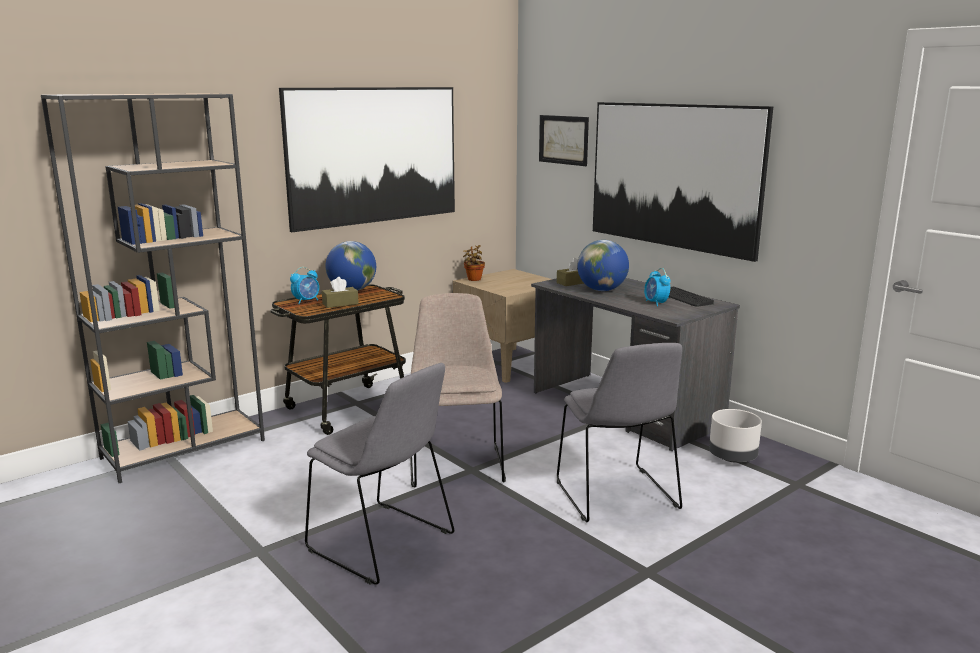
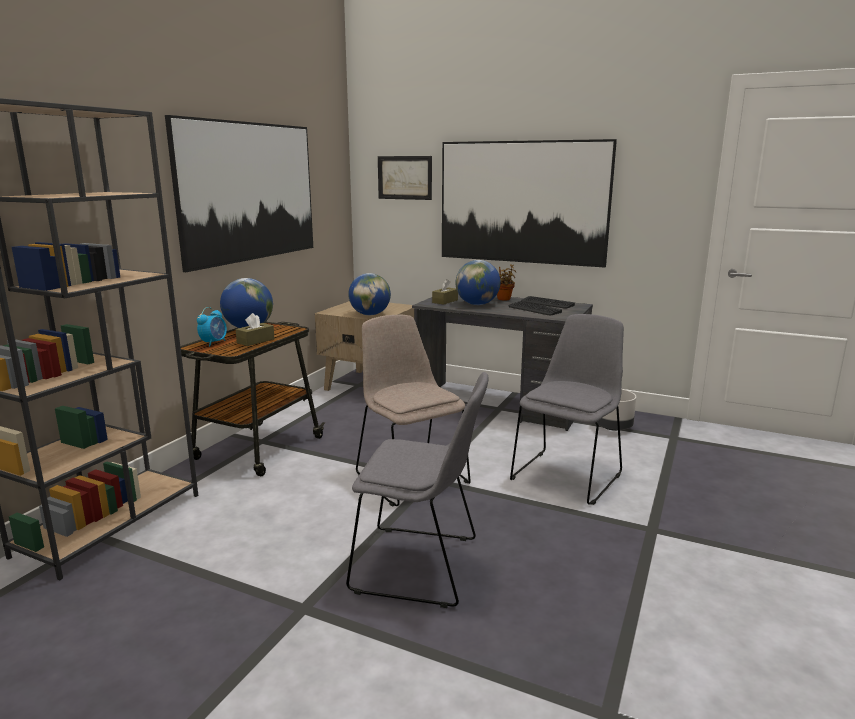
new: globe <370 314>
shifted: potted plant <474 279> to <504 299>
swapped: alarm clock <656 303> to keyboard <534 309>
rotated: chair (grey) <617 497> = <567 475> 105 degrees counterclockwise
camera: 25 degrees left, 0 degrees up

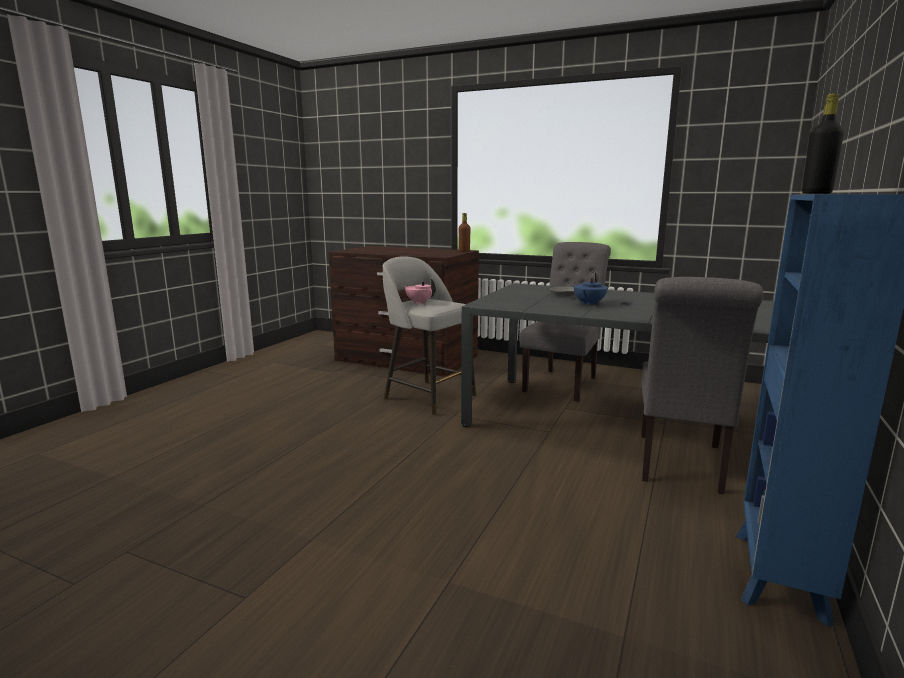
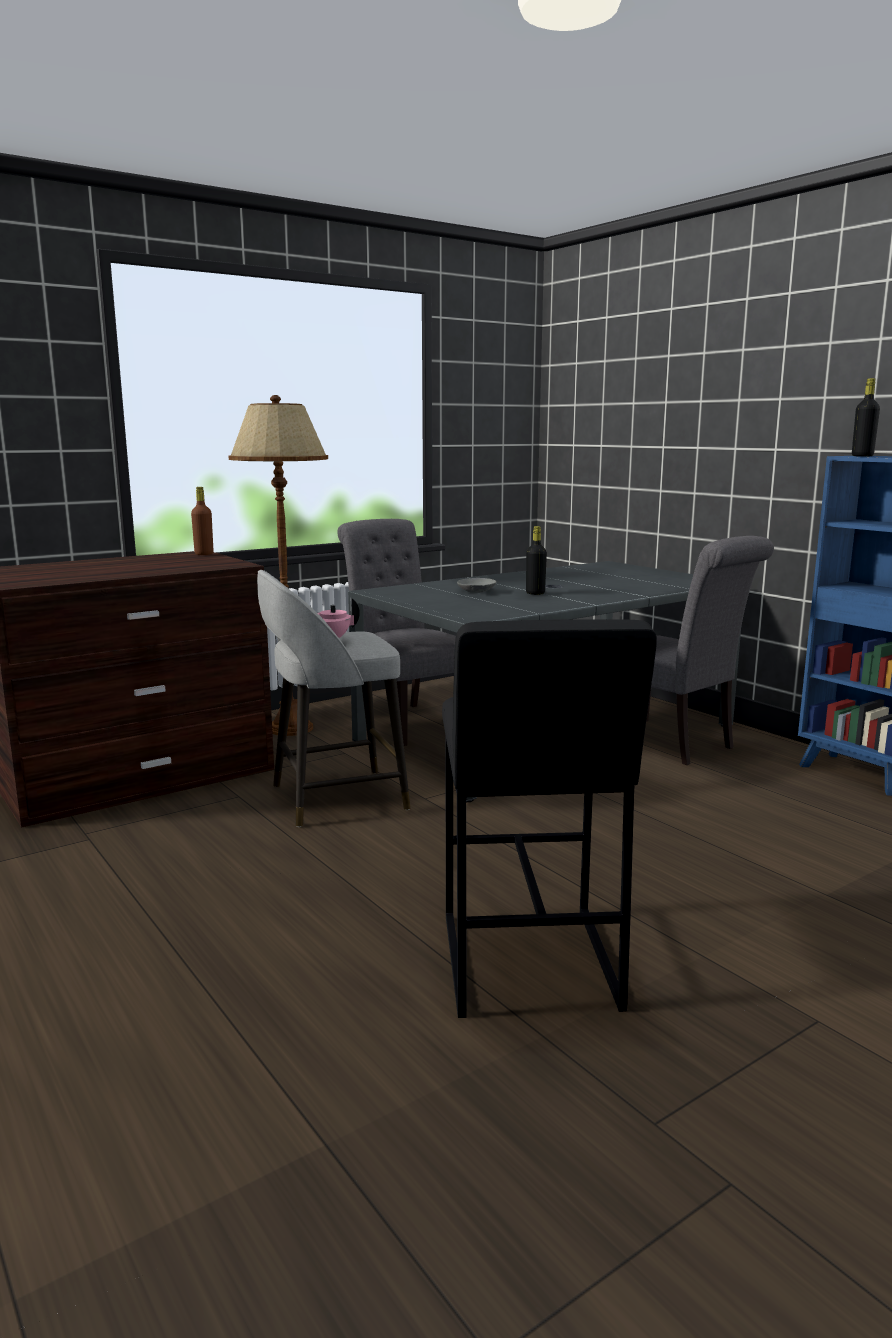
new: floor lamp (brown) <291 728>; stool (black) <529 963>
swapped: teapot (blue) <588 304> to bottle (black) <535 593>
camera: 60 degrees left, 0 degrees up

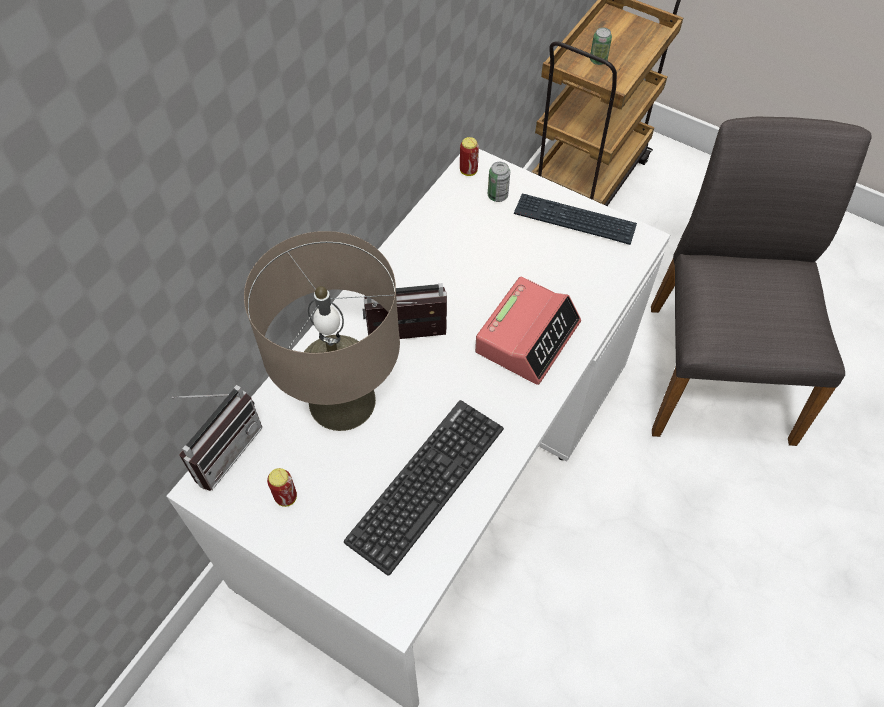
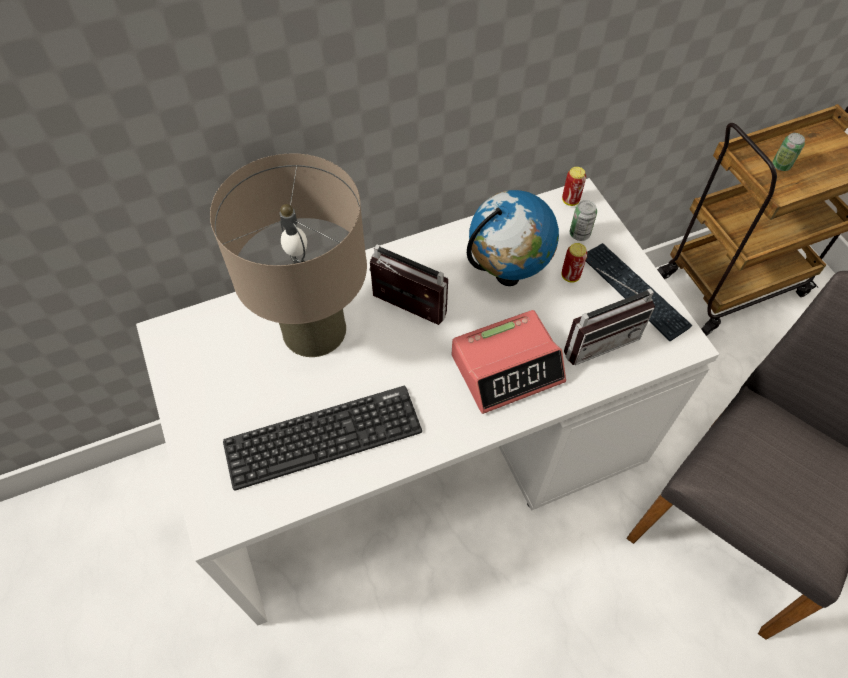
new: globe <507 275>
shifted: radio <222 448> to <597 338>; can <286 497> to <570 276>
camera: 35 degrees right, 0 degrees up

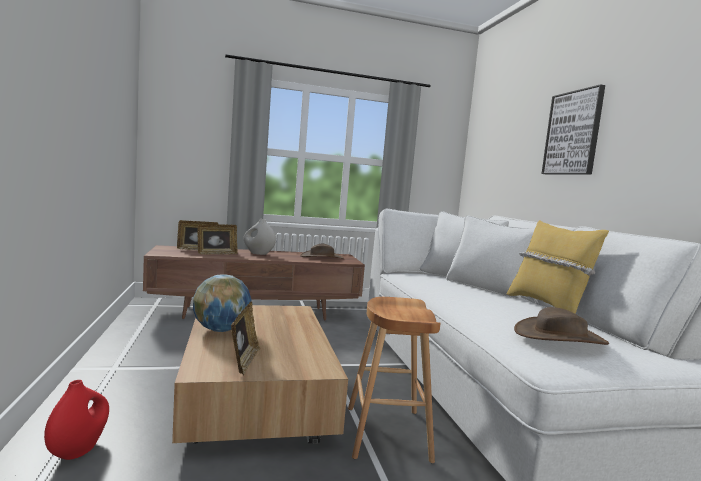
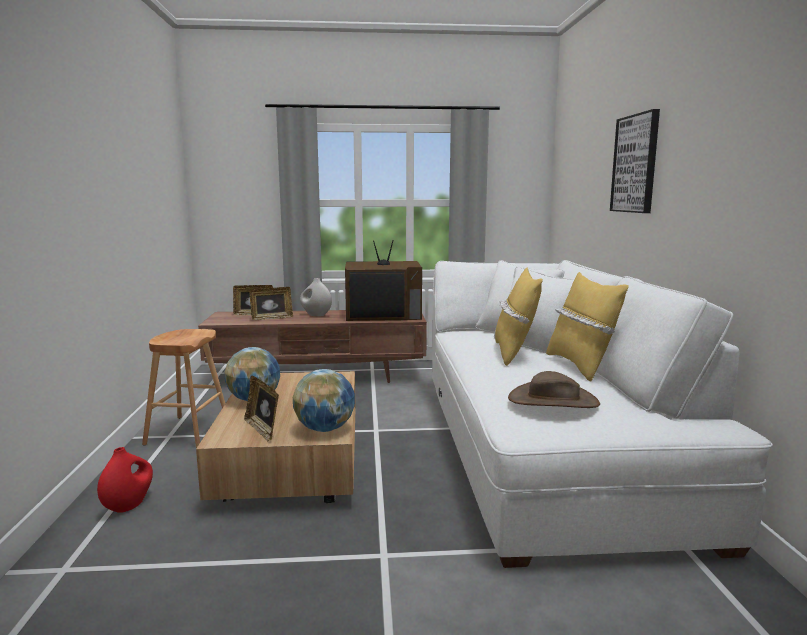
new: globe <325 429>; pillow (yellow) <515 353>
shifted: stool (brown) <387 433> to <188 432>
swapped: hat (brown) <322 257> to television <383 315>
rotated: picture frame <244 362> = <262 430> 135 degrees clockwise
camera: 10 degrees right, 5 degrees up

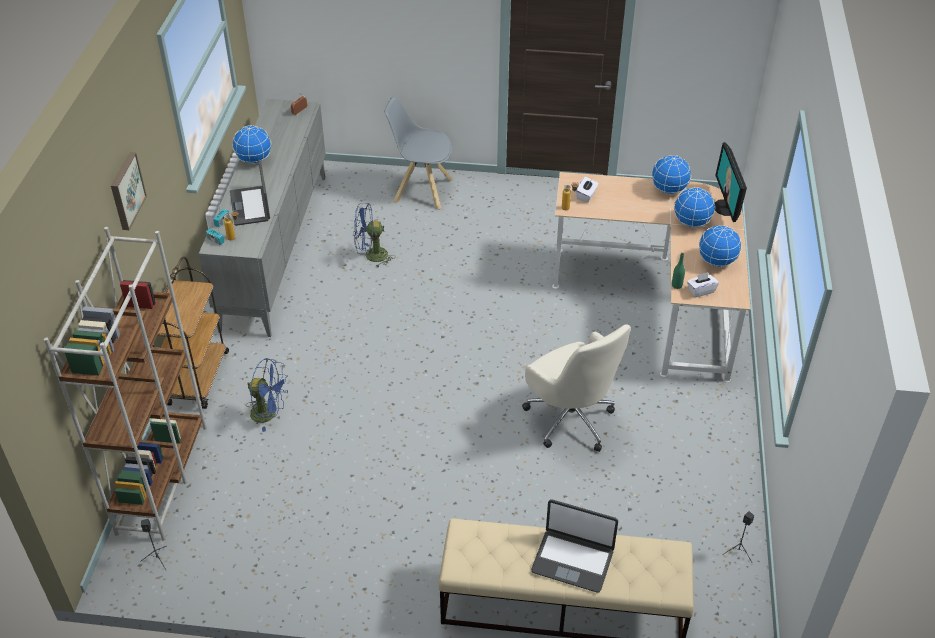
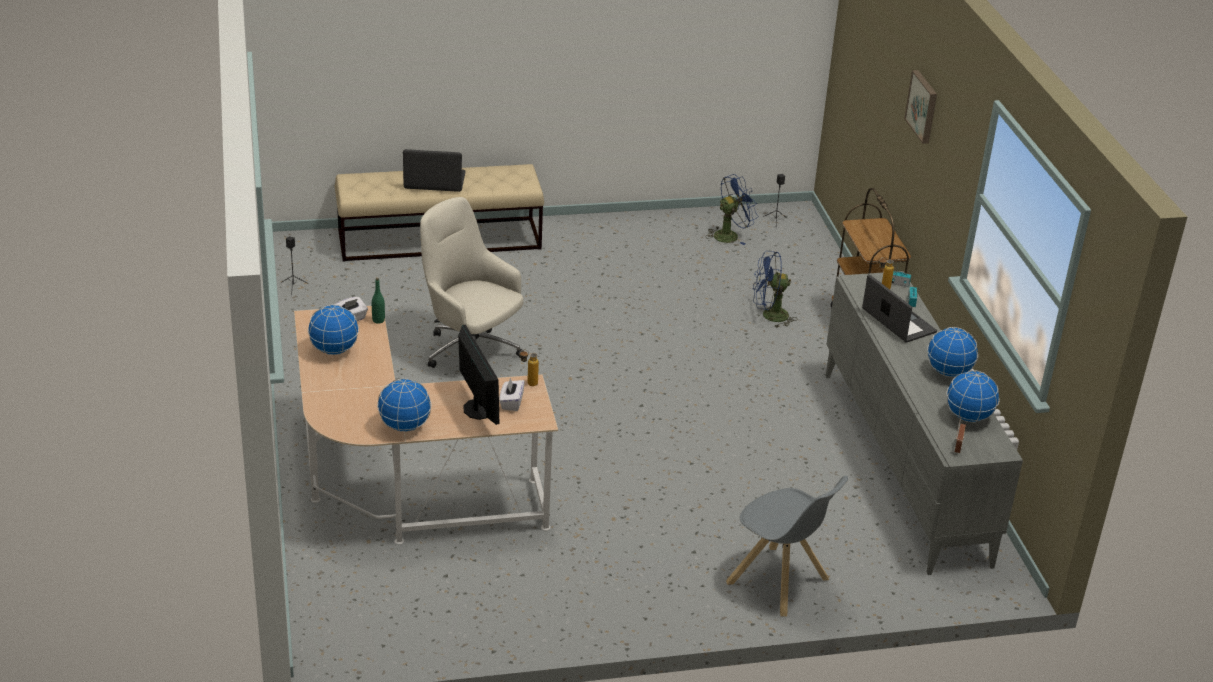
gone: bookcase (brown) <162 478>
shifted: fan (blue) <371 256> to <730 235>; globe <692 223> to <968 417>; monitor <725 207> to <477 409>
rotated: chair (grey) <421 190> = <780 582> 45 degrees clockwise
camera: 160 degrees right, 10 degrees down

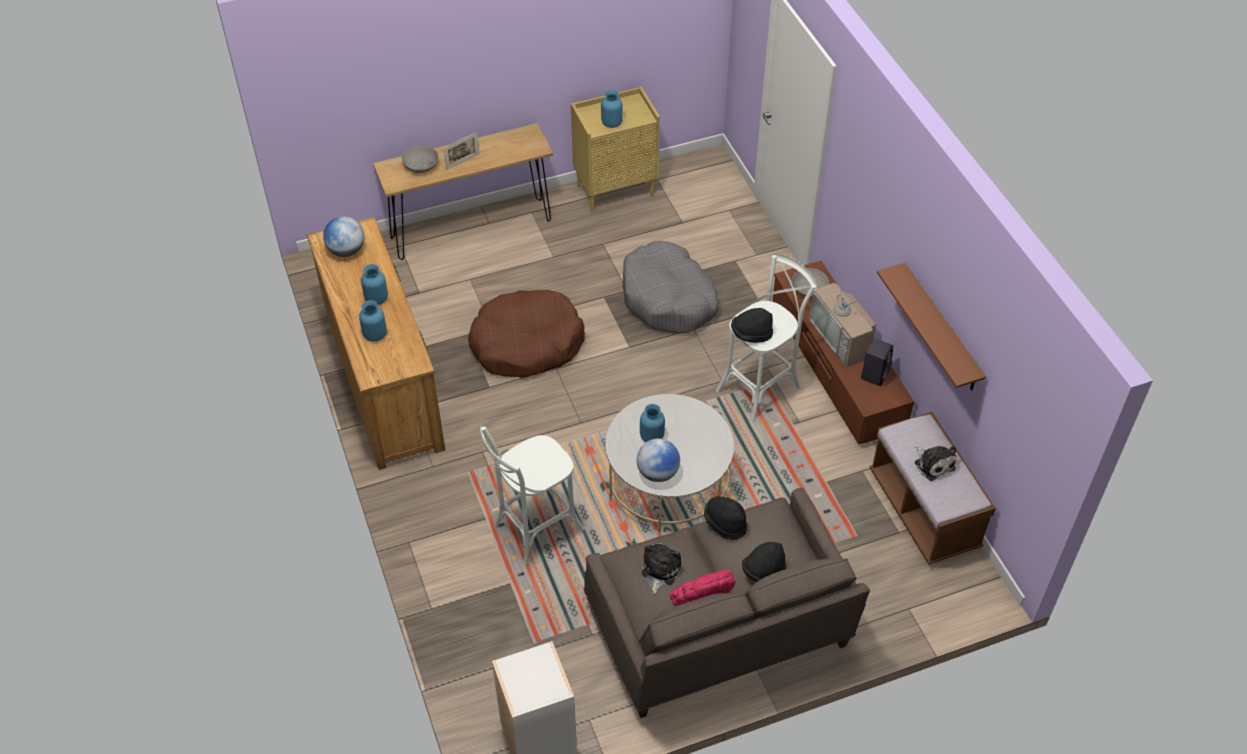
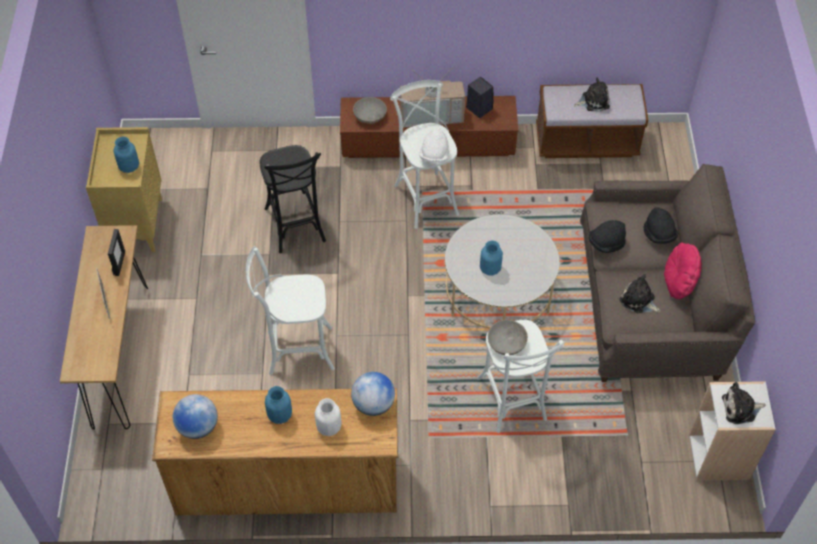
gone: shelf (brown) <941 329>
new: picture frame <119 263>; plush toy <740 409>
shifted: bowl (grey) <421 166> to <506 343>; globe <657 473> to <373 404>
swapped: dog bed (brown) <526 344> to stool (white) <296 350>; dog bed (grey) <668 299> to stool (black) <295 227>
repainted: vase (blue) <375 335> to vase (white) <329 427>; hat (black) <751 334> to hat (white) <434 156>
camera: 70 degrees left, 5 degrees up

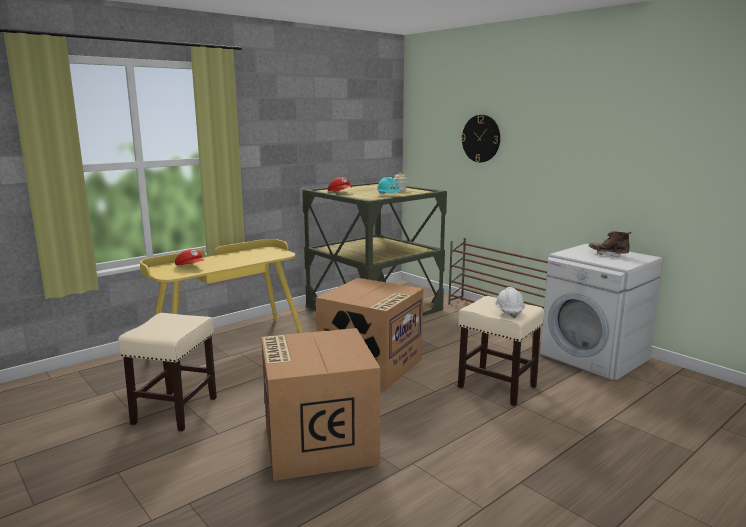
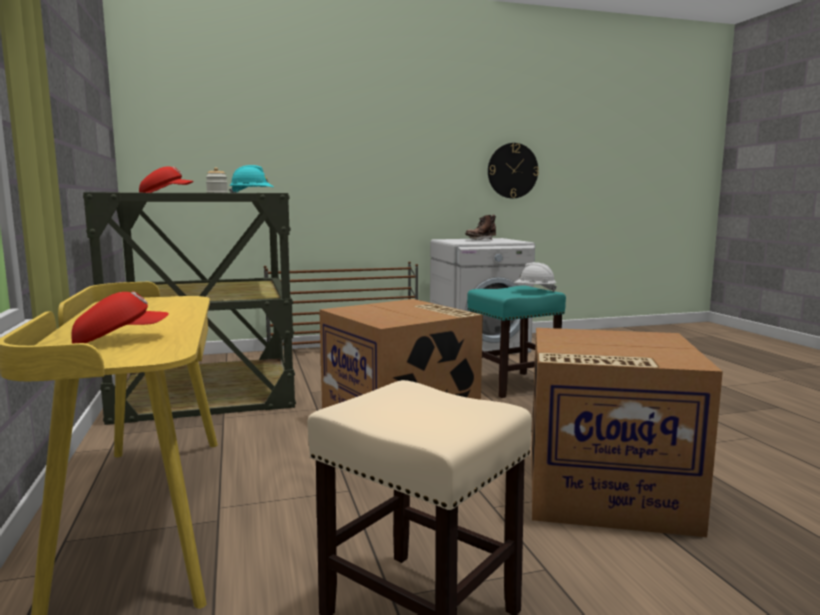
shifted: wall clock <481 138> to <512 170>
repainted: stool (beige) <496 386> to stool (turquoise) <512 385>
camera: 65 degrees left, 5 degrees down

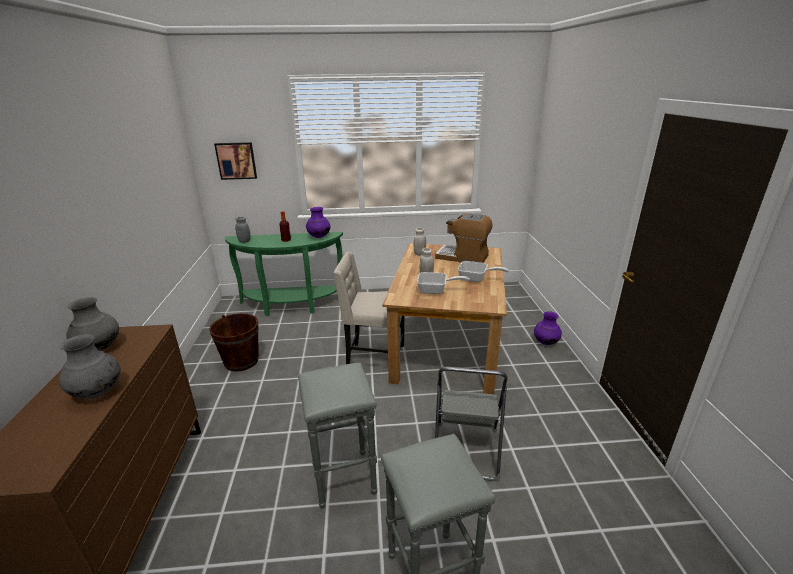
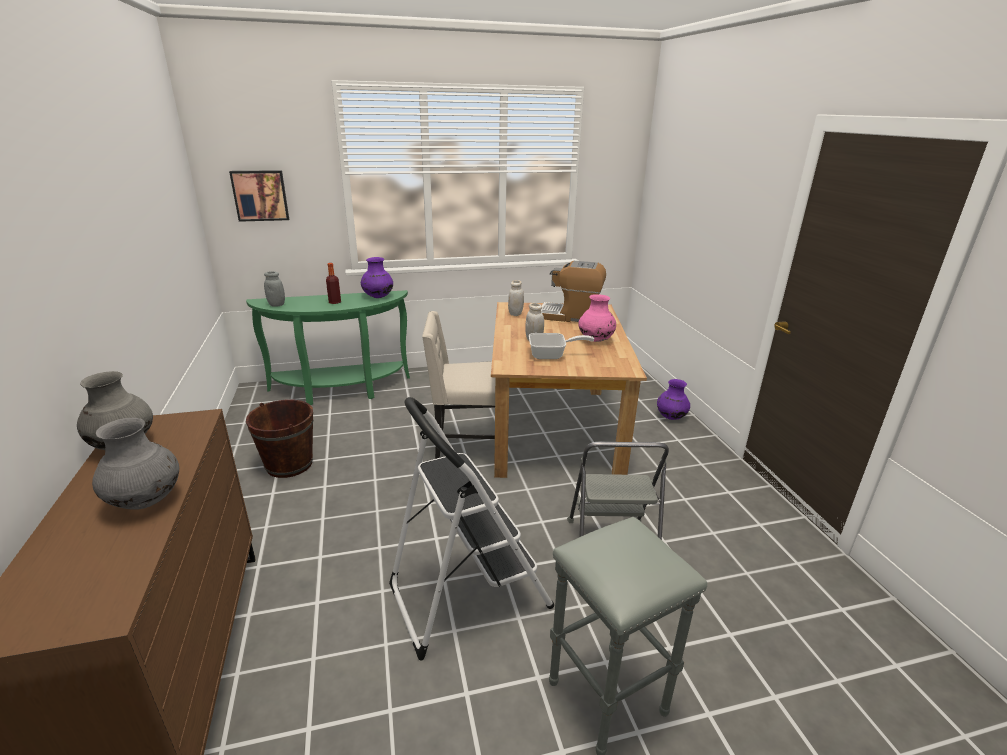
swapped: stool (grey) <342 477> to step ladder <465 596>; frying pan <476 279> to vase (pink) <595 340>
camera: 10 degrees left, 0 degrees up

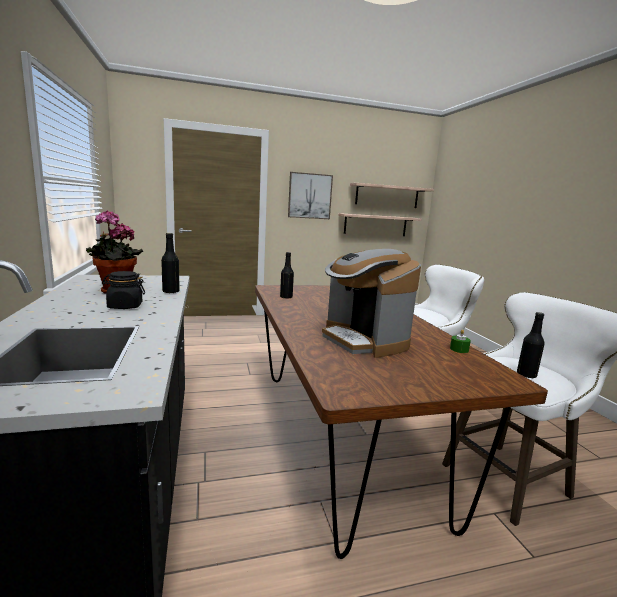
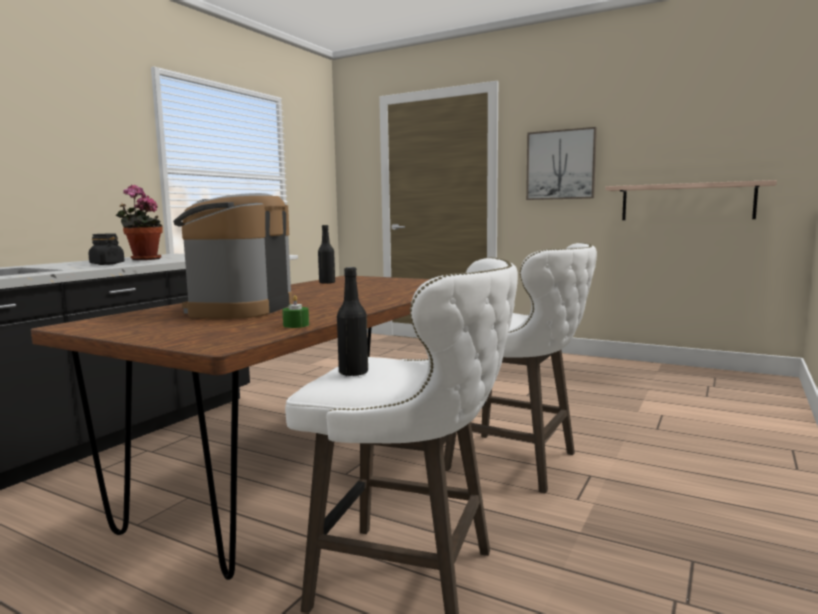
gone: bottle (black) <171 291>; shelf <387 196>
camera: 45 degrees right, 5 degrees down

